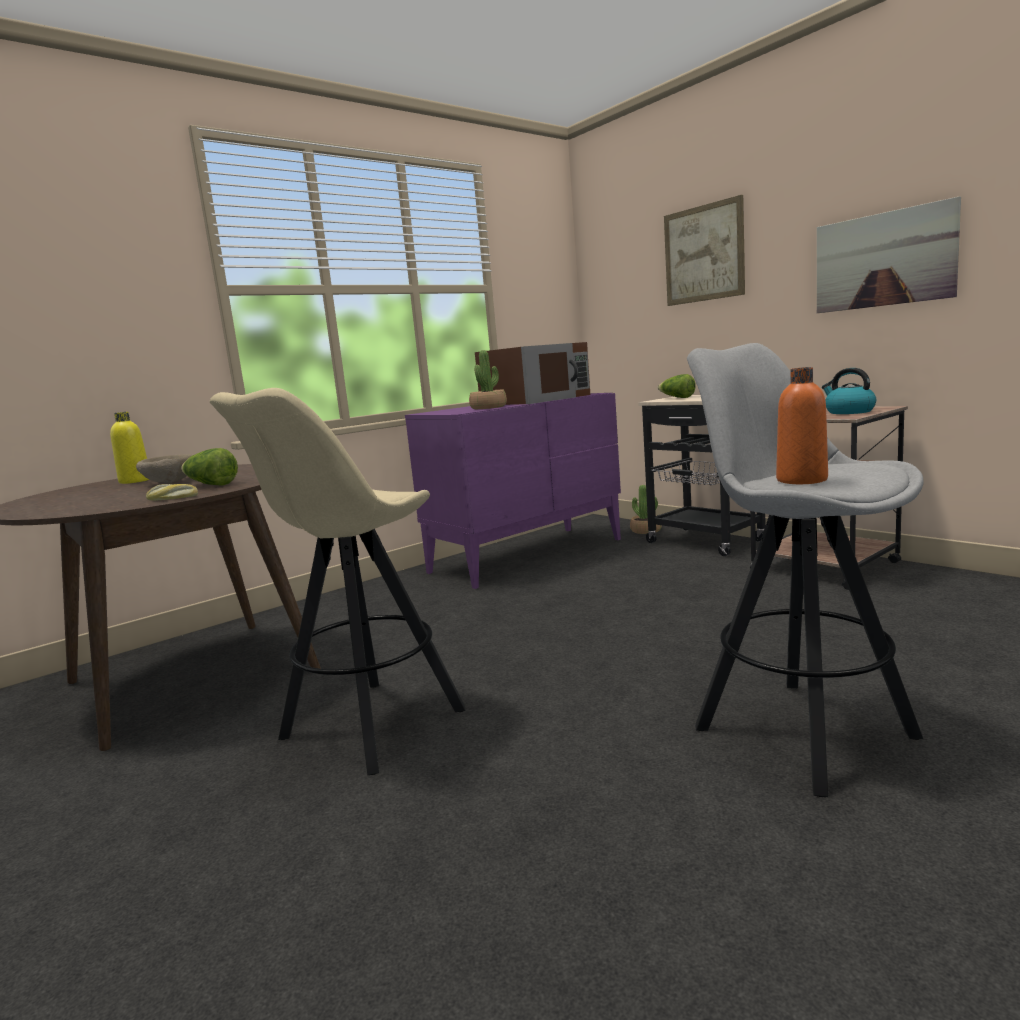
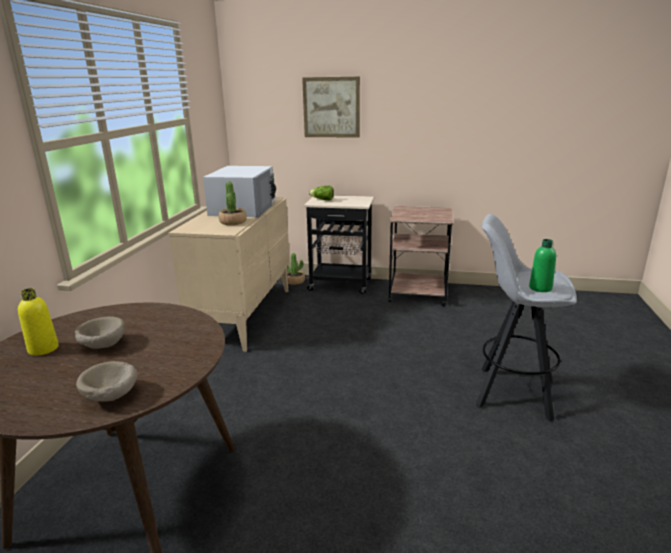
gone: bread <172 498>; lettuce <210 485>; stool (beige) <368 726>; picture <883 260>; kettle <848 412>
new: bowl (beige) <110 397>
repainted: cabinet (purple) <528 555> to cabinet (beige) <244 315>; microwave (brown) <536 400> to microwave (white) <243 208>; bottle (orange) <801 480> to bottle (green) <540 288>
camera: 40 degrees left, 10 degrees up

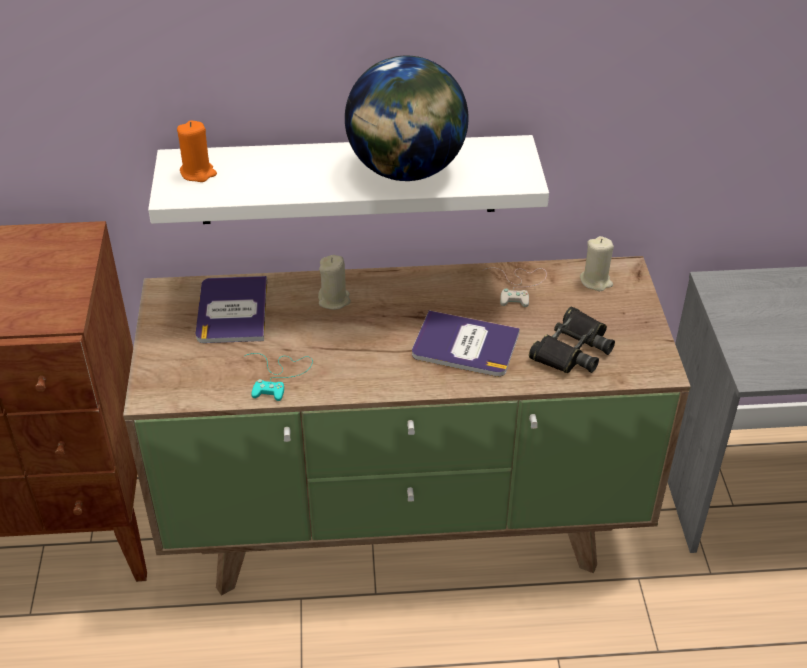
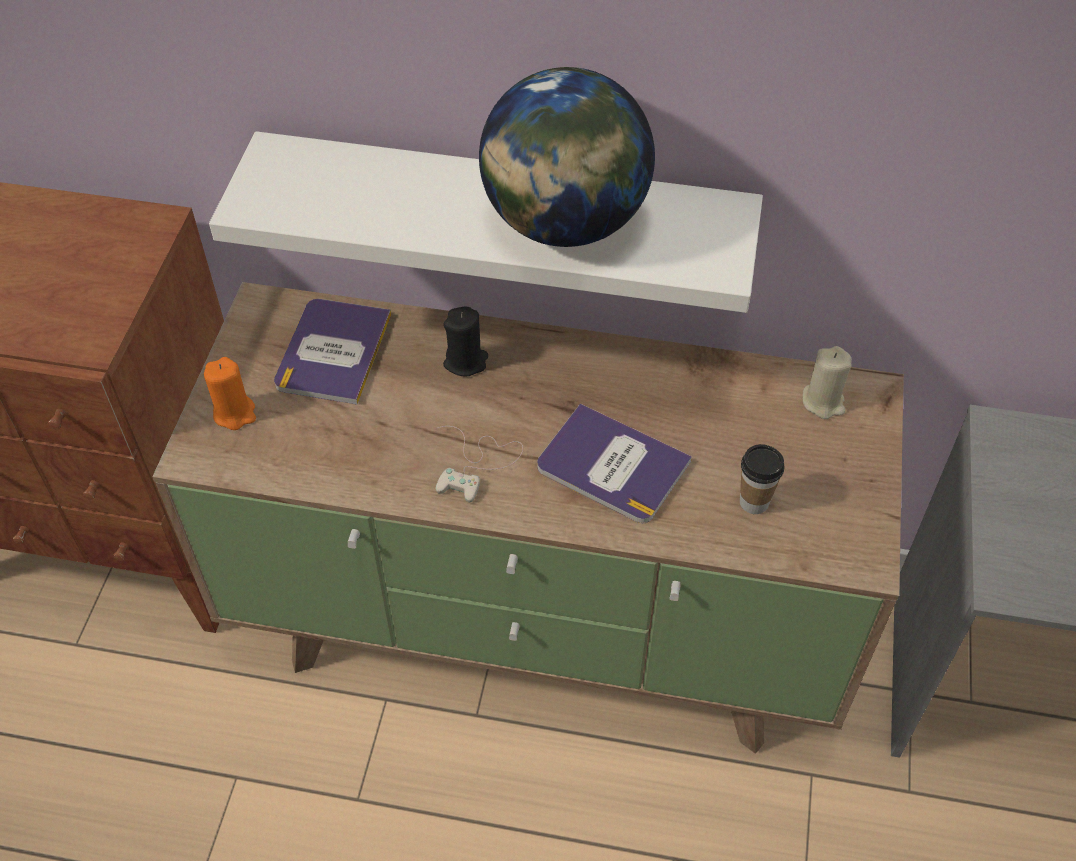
gone: game controller (turquoise) <279 375>
shifted: candle (orange) <198 173> to <235 413>; game controller (white) <519 286> to <477 464>
swapped: binoculars (black) <572 349> to cup <754 502>
repainted: candle (beige) <334 300> to candle (black) <466 361>
camera: 15 degrees right, 10 degrees up

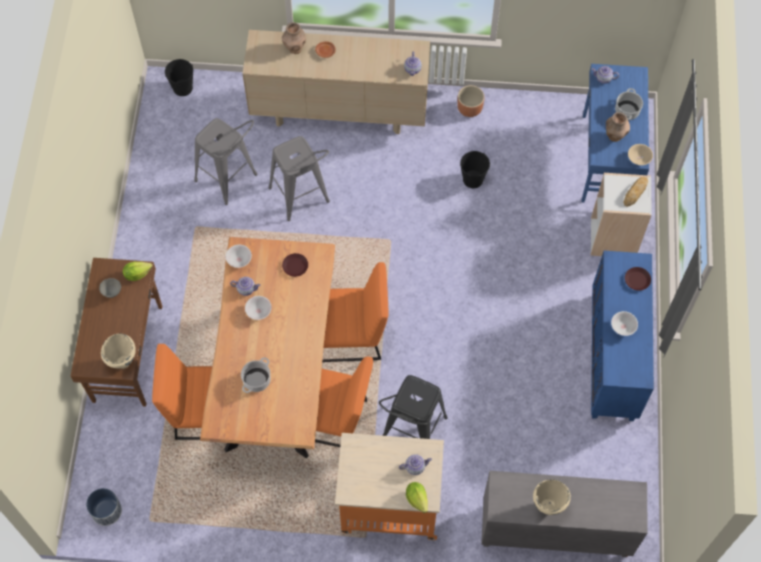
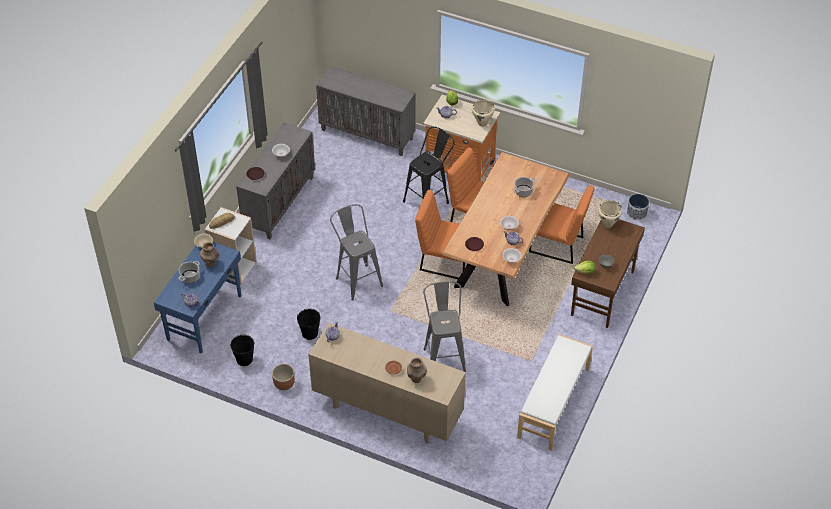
new: bench (white) <554 403>
shifted: bucket (black) <182 88> to <244 359>; stool (grey) <230 182> to <357 279>; cooking pot (beige) <547 506> to <482 123>
repainted: cabinet (blue) <613 357> to cabinet (grey) <279 203>
camera: 160 degrees left, 15 degrees down

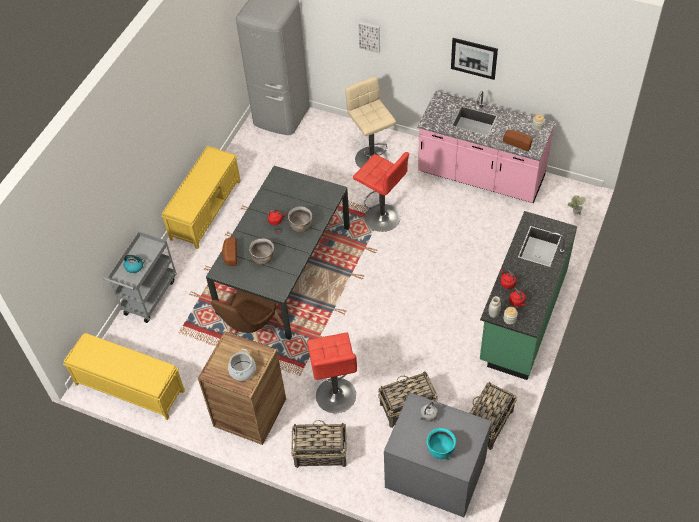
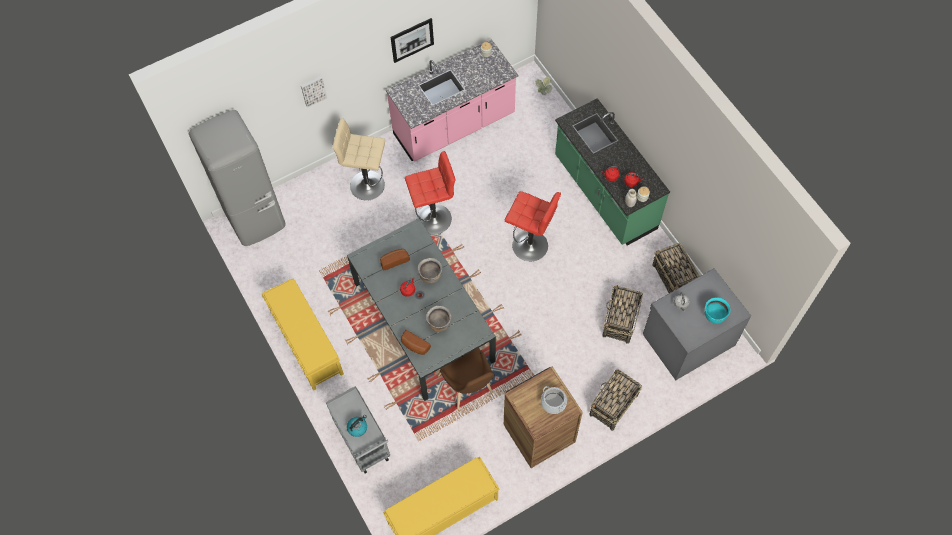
shifted: stool (red) <335 396> to <530 246>; bread <518 143> to <394 260>
camera: 55 degrees left, 10 degrees up

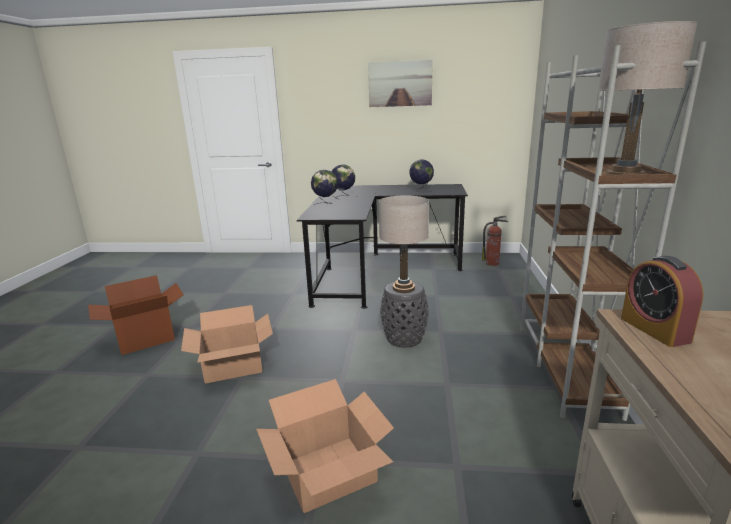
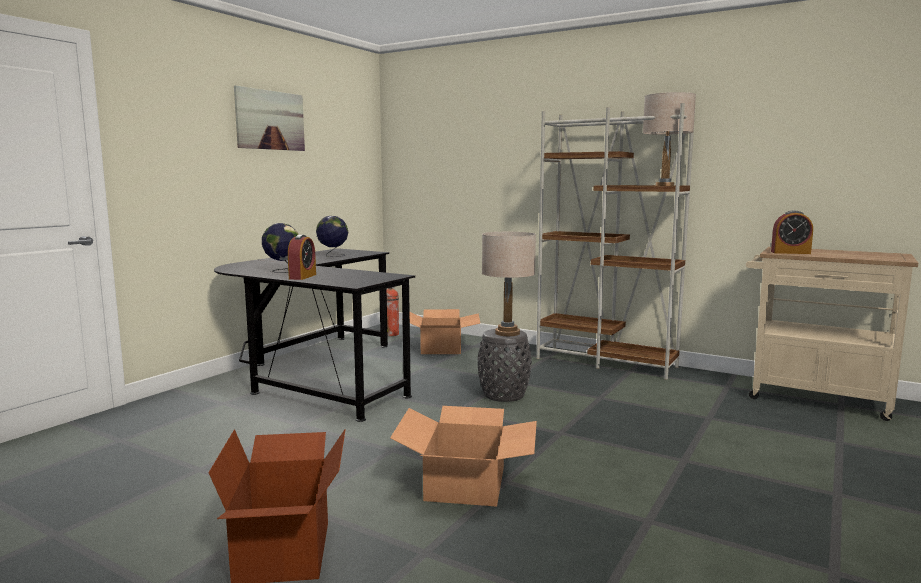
shifted: cardboard box <329 473> to <441 348>
swapped: globe <325 204> to alarm clock <302 277>
camera: 65 degrees left, 10 degrees down

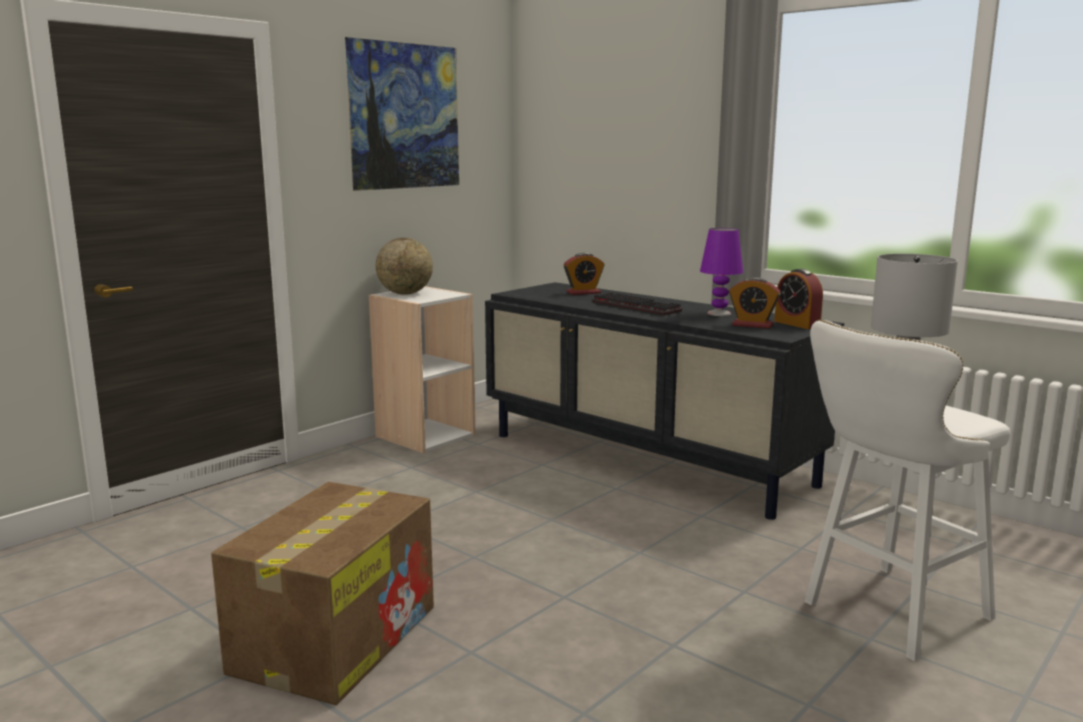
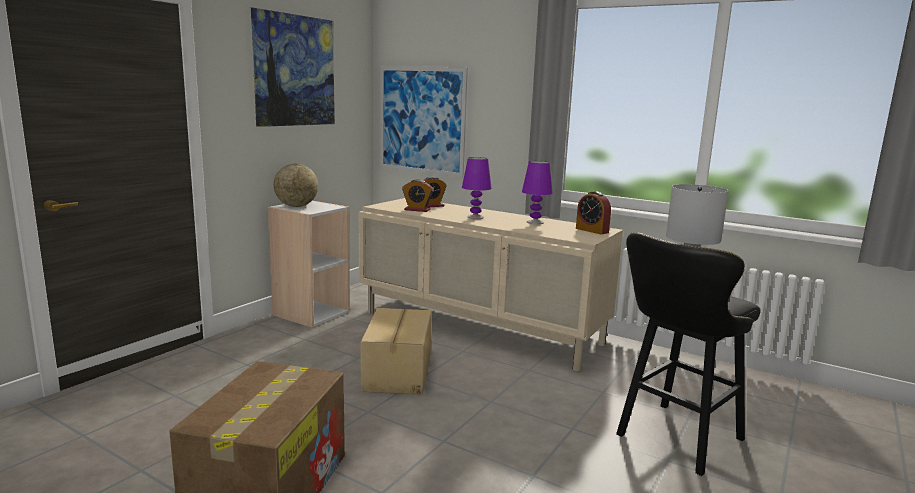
new: cardboard box <399 371>; picture <421 120>
shifted: alarm clock <752 325> to <417 210>
swapped: keyboard <638 307> to table lamp (purple) <475 217>
repainted: cabinet (black) <645 460> to cabinet (beige) <479 328>; stool (white) <884 616> to stool (black) <672 442>
camera: 10 degrees left, 0 degrees up

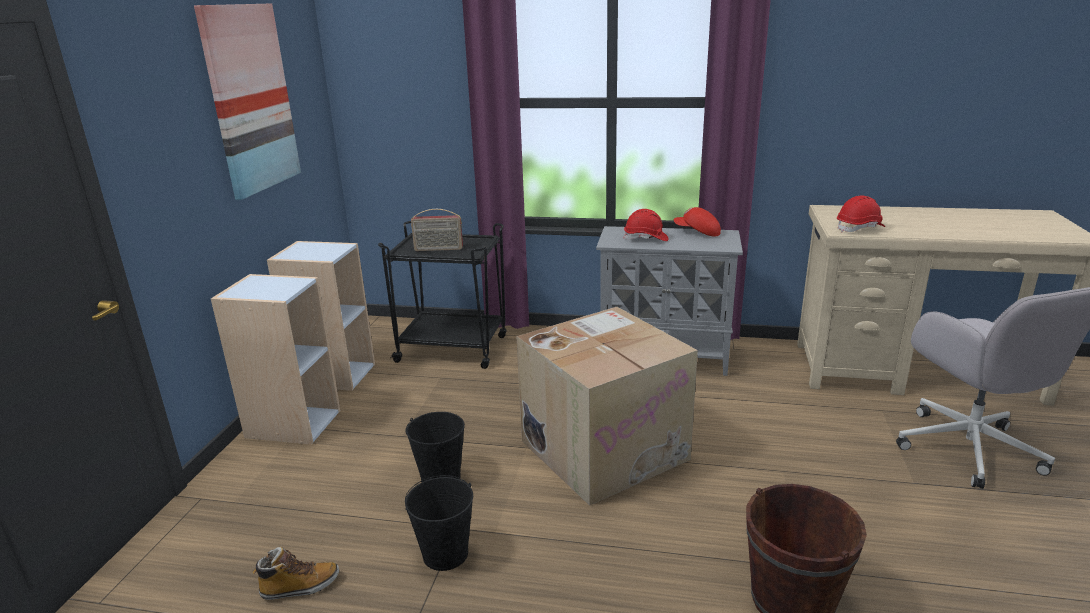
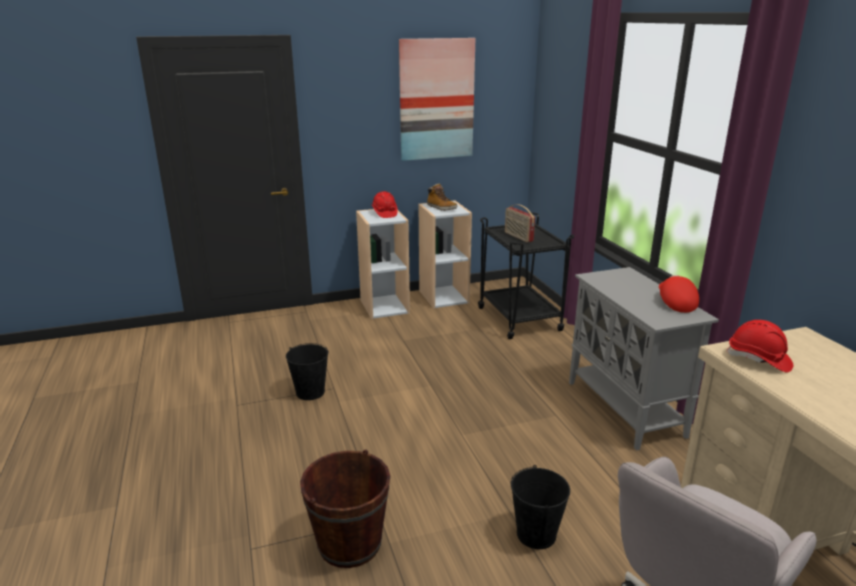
gone: cardboard box <604 448>
shifted: boot <300 587> to <441 208>; bucket (black) <441 477> to <536 534>; hard hat (red) <646 238> to <384 213>
camera: 60 degrees right, 0 degrees up

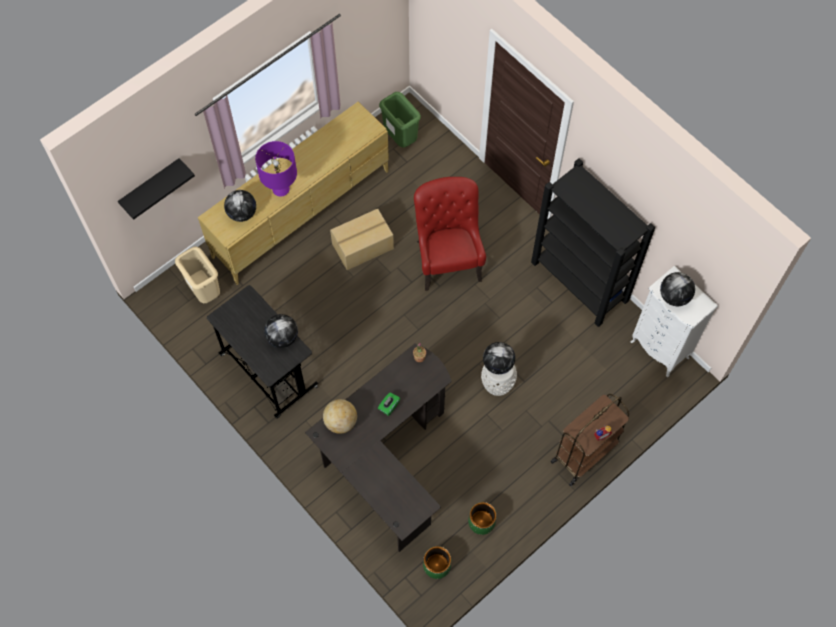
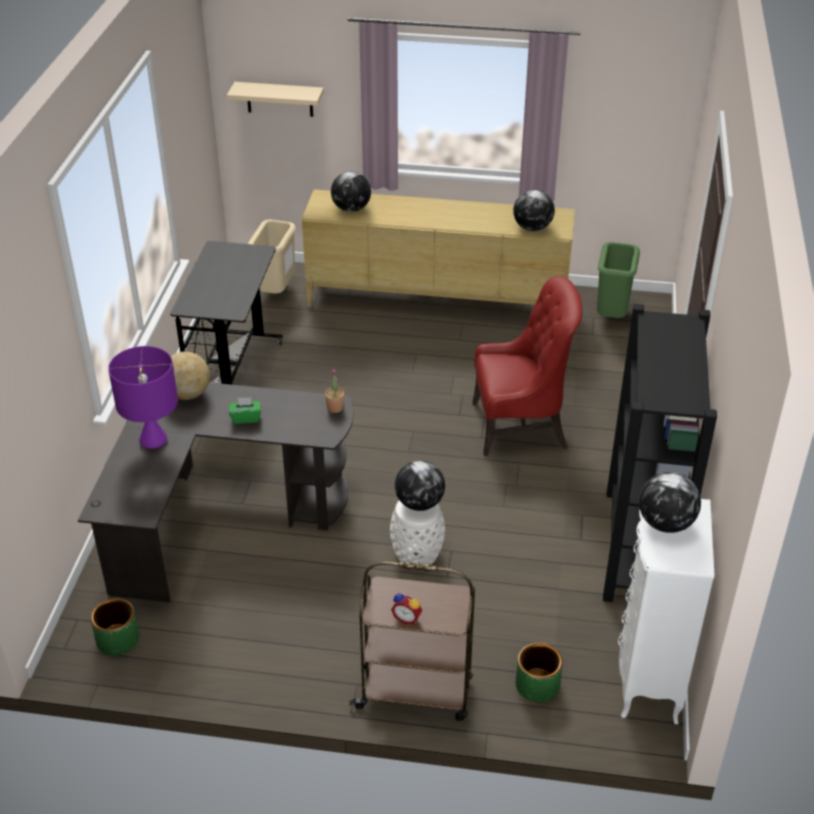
gone: cardboard box <363 247>
shifted: table lamp (purple) <281 190> to <153 441>; globe <283 337> to <532 228>; planter (green) <481 522> to <537 685>
repainted: shelf (black) <151 186> to shelf (beige) <279 99>
rotated: chair (red) <447 259> = <521 425> 45 degrees clockwise
camera: 50 degrees right, 25 degrees down

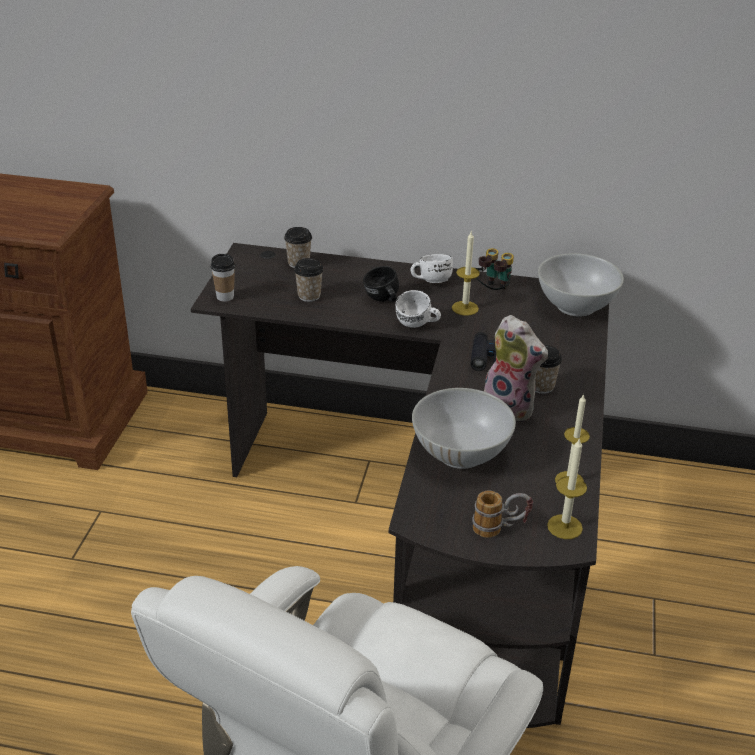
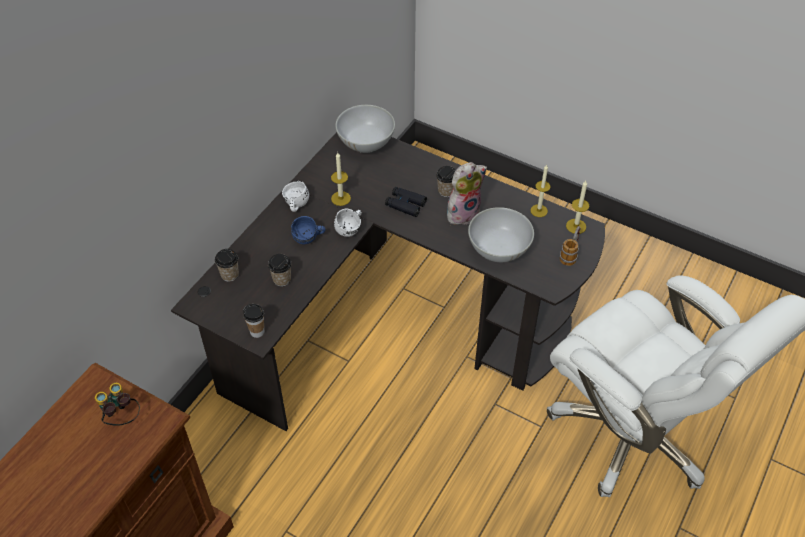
shifted: binoculars <492 291> to <121 418>
repainted: mug (black) <382 300> to mug (blue) <309 239>
camera: 70 degrees left, 15 degrees up

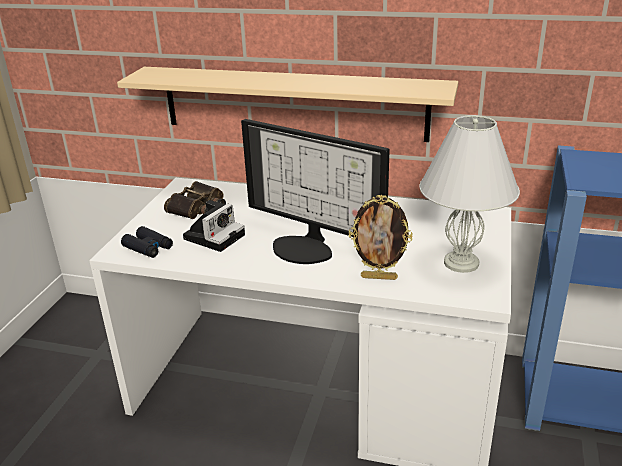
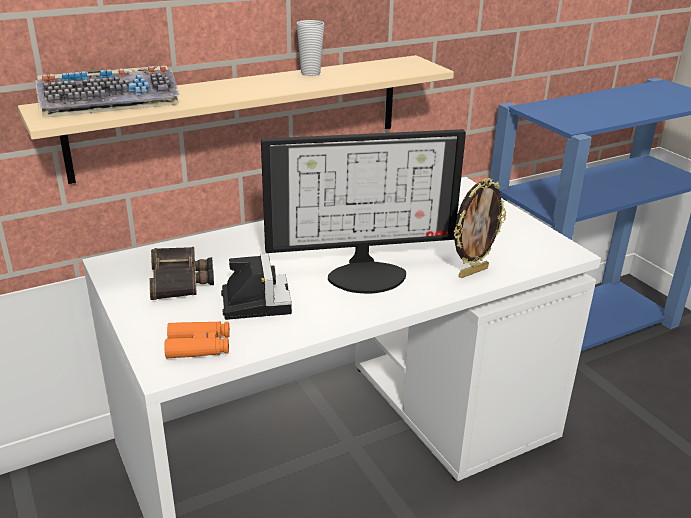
gone: table lamp (white) <460 262>
new: keyboard <111 102>; cup <310 73>
repainted: binoculars (black) <148 247> to binoculars (orange) <199 346>
camera: 45 degrees left, 0 degrees up

